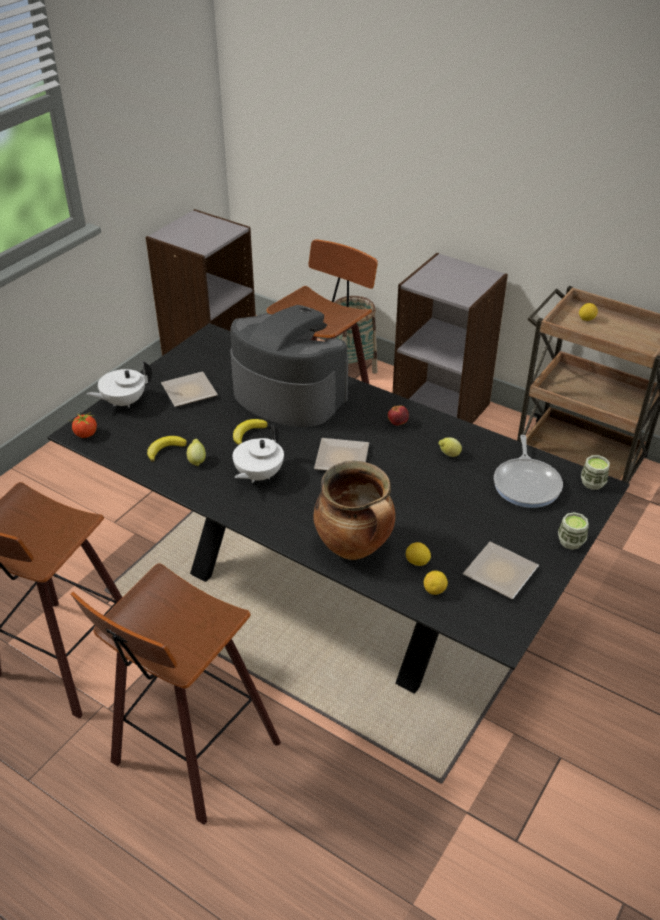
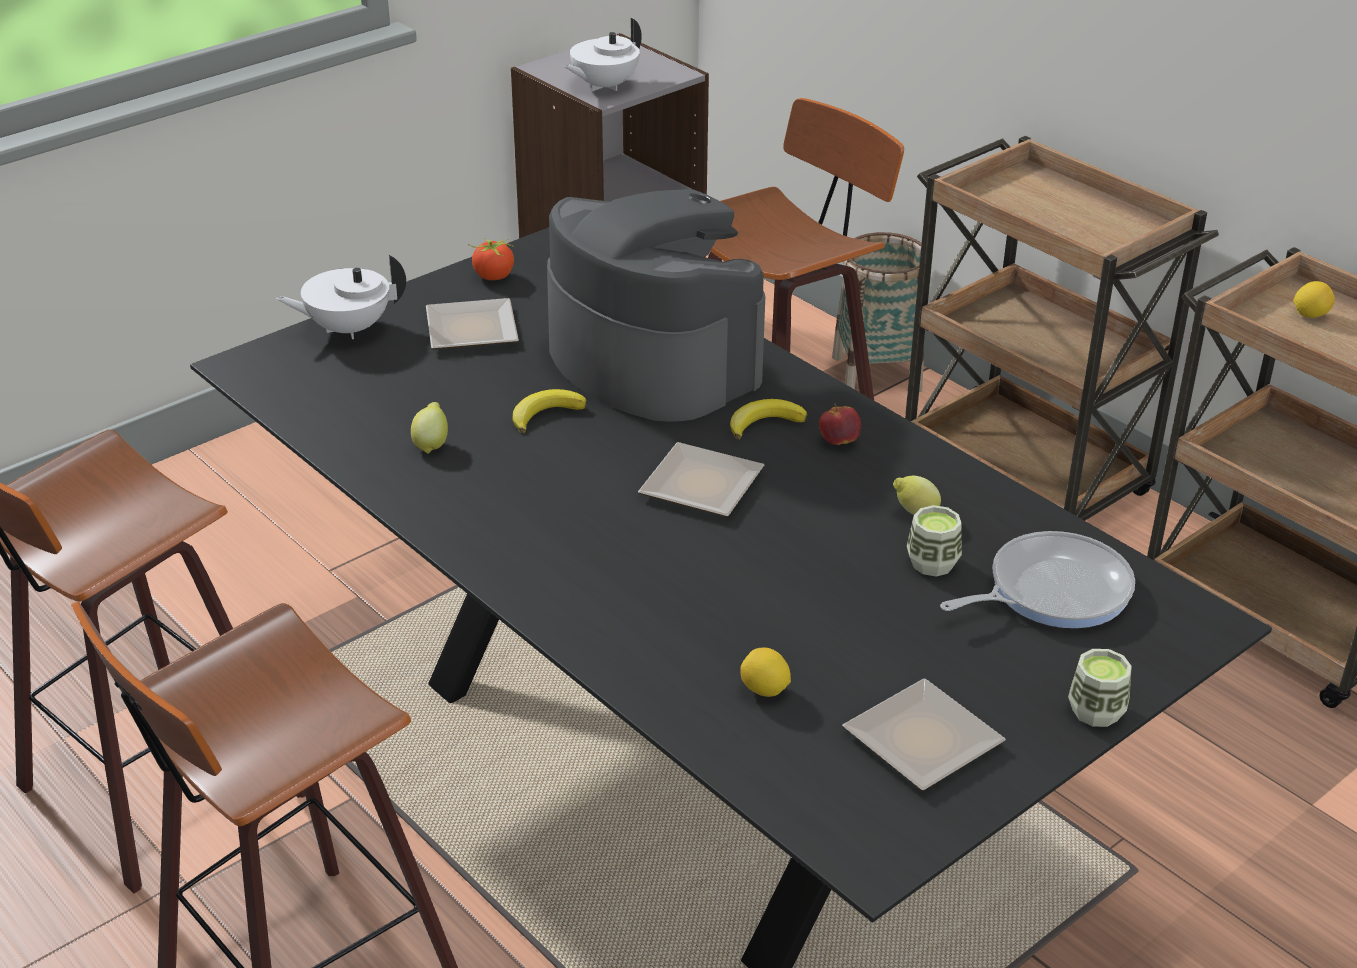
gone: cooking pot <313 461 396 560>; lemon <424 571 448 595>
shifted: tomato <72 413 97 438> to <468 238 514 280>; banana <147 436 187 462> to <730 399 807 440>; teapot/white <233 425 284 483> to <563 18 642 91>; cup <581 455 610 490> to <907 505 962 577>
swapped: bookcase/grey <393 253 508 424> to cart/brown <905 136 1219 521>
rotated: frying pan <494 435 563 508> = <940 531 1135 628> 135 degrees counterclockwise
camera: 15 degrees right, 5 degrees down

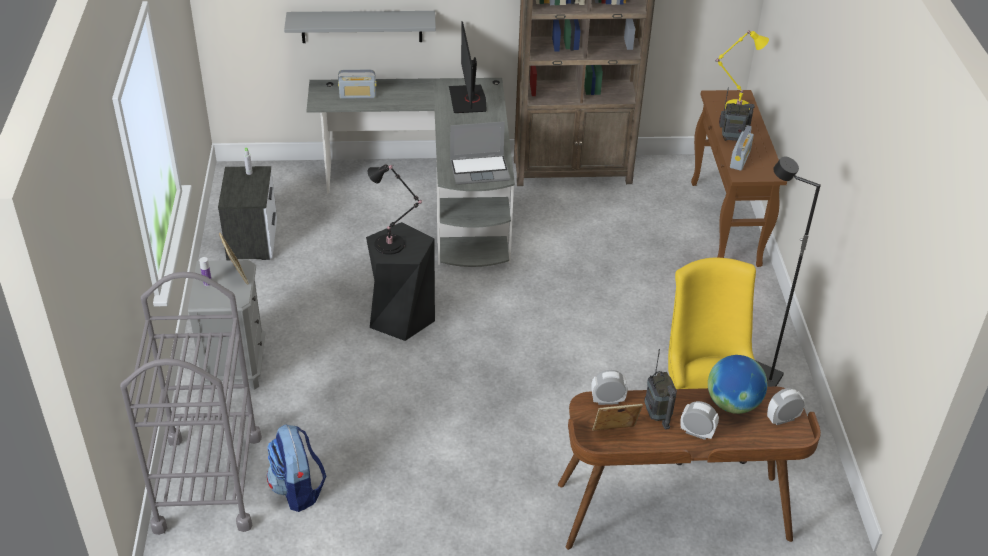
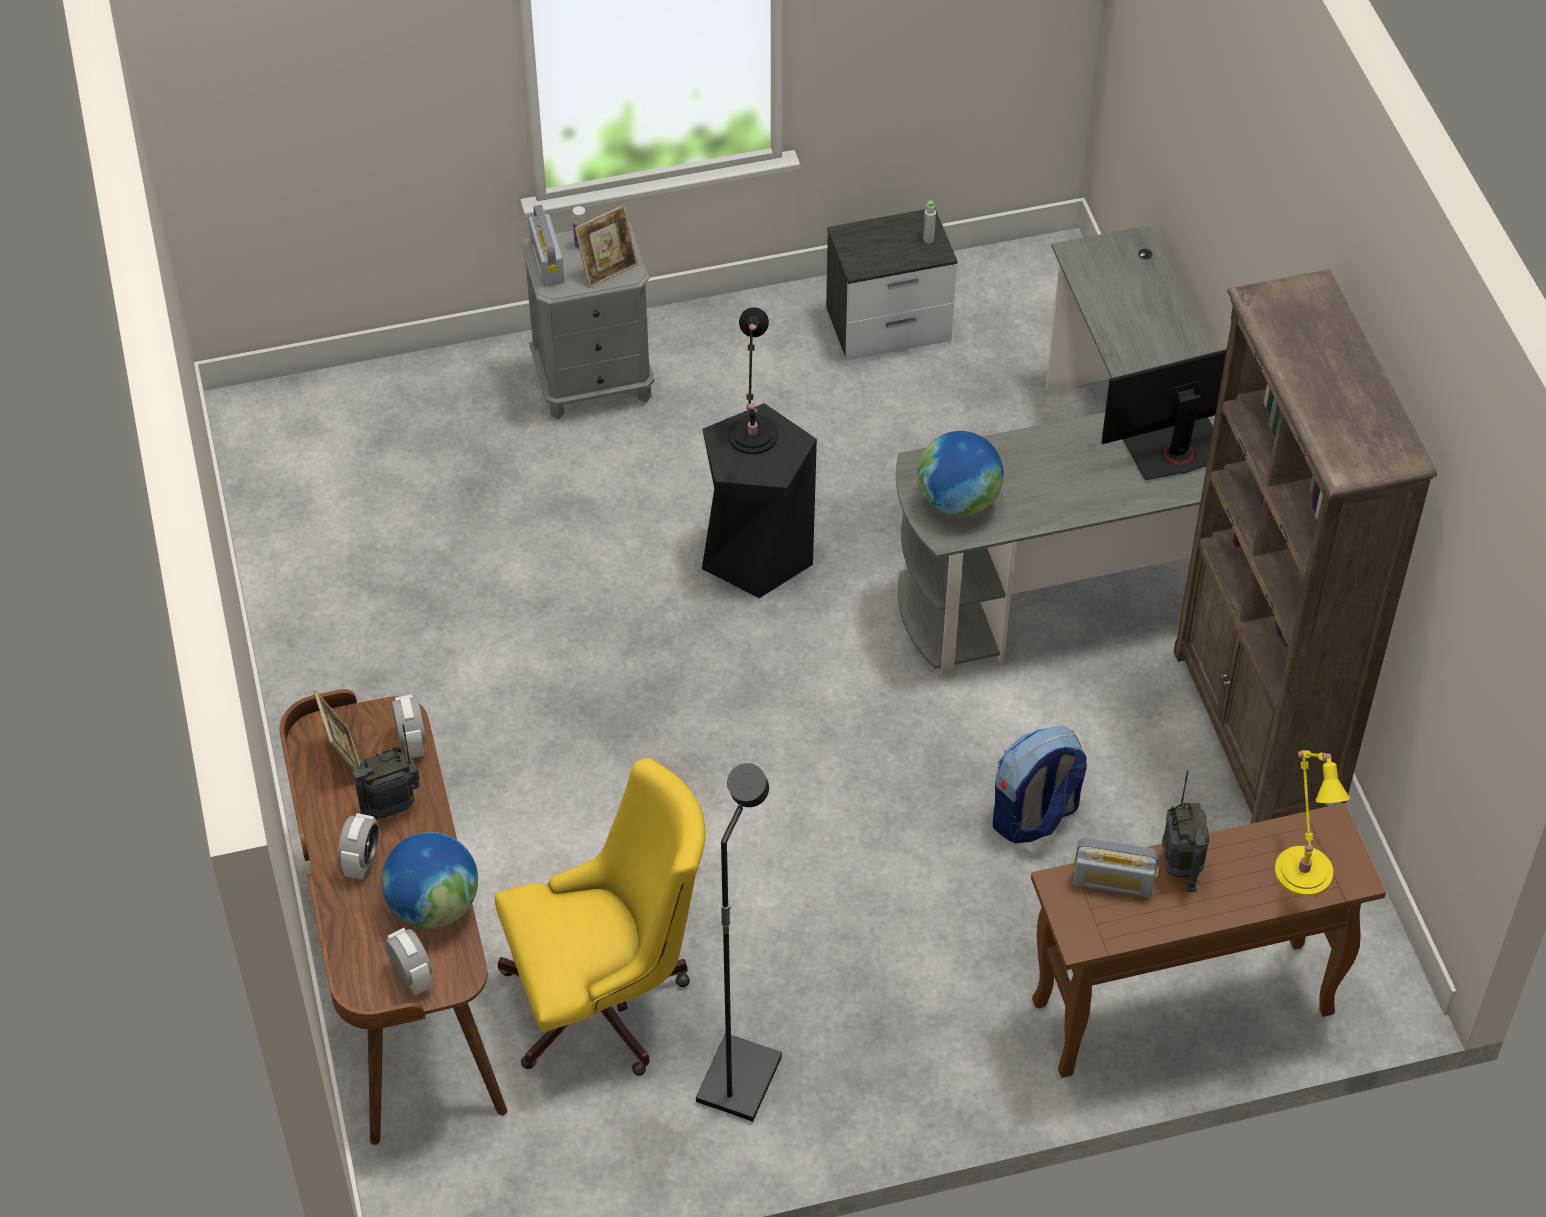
gone: cart/grey <120 272 262 535>; shelf/grey <284 11 436 43>
shifted: backpack <267 424 326 512> to <993 726 1087 844>; radio <338 70 376 99> to <528 205 564 286>
swapped: laptop <450 121 510 185> to globe <917 431 1004 517>
camera: 80 degrees right, 10 degrees up

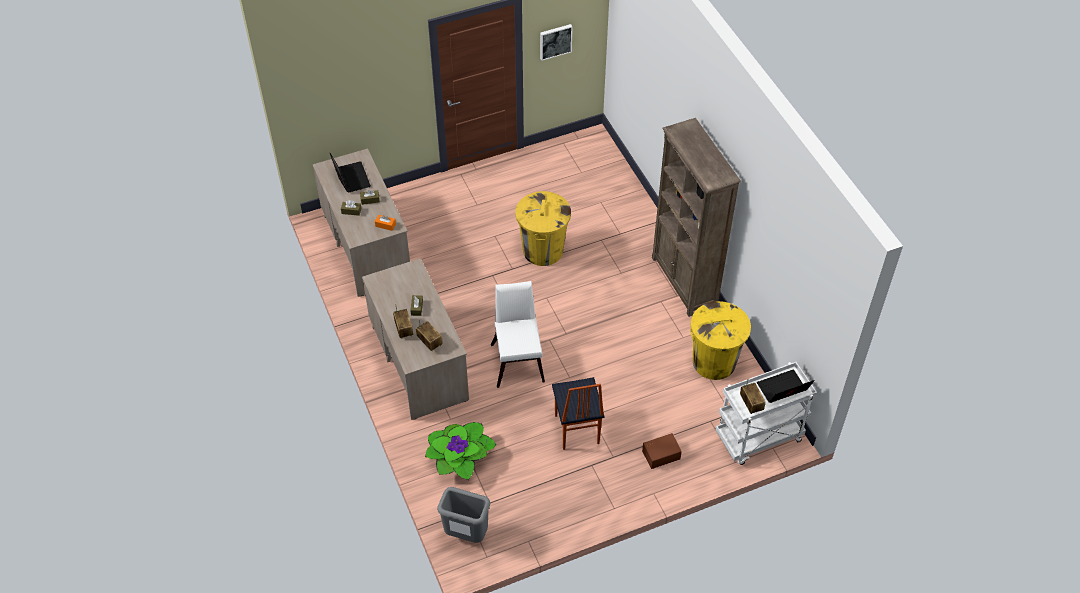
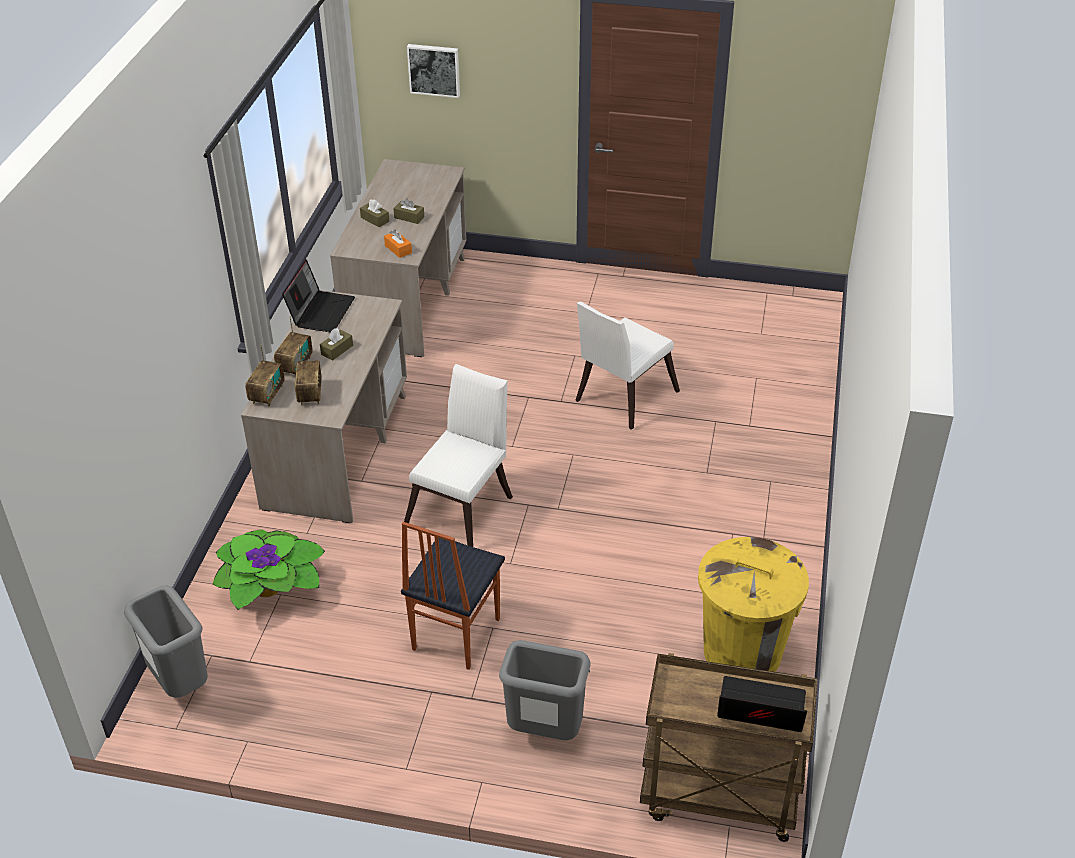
gone: bookcase/brown <652 118 741 317>
shifted: laptop <330 153 371 192> to <282 259 355 333>; picture <540 24 573 61> to <407 44 460 98>; radio <740 380 766 414> to <245 344 285 407>
swapped: trash can/yellow <515 191 571 266> to chair/white <575 301 680 430>; storage box/brown <642 433 682 469> to trash can/grey <499 640 590 740>
repainted: cart/white <715 362 817 465> to cart/brown <640 653 818 842>
camera: 35 degrees right, 10 degrees down

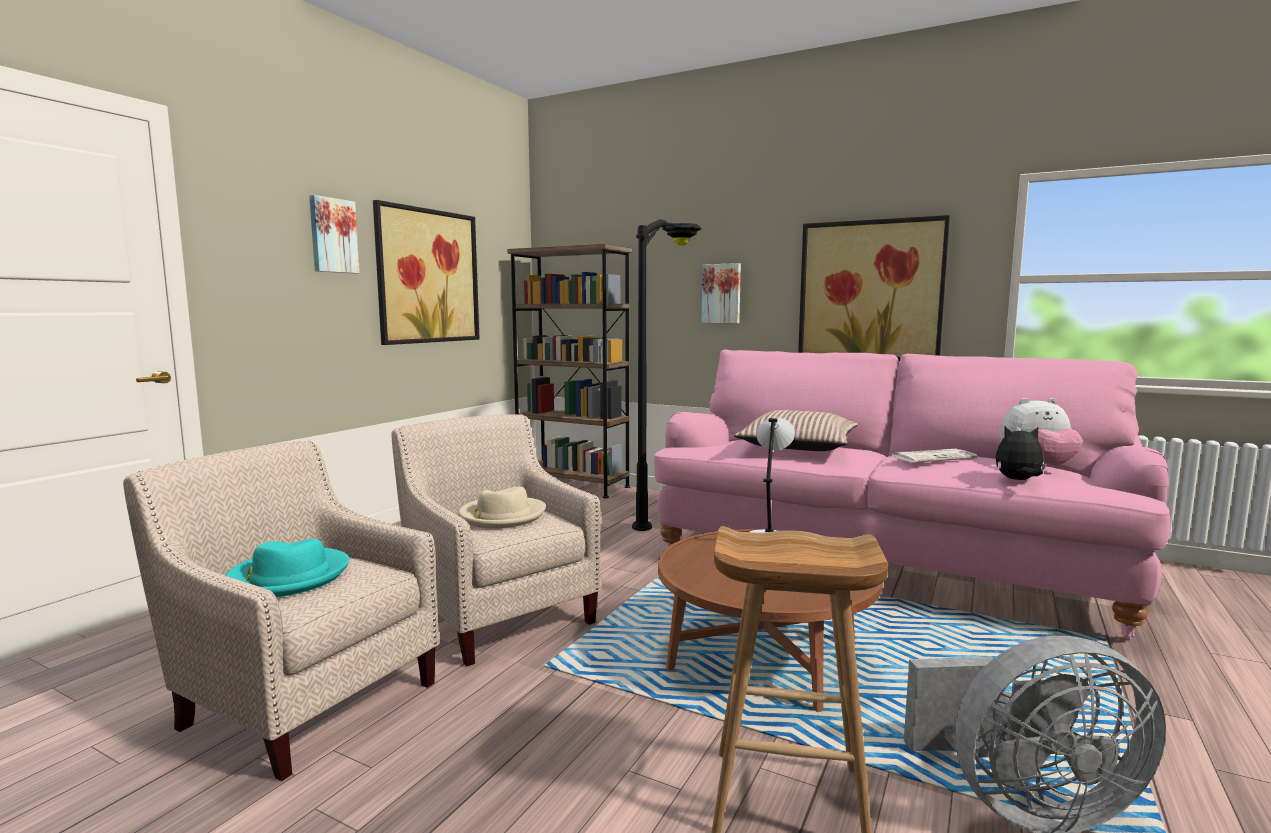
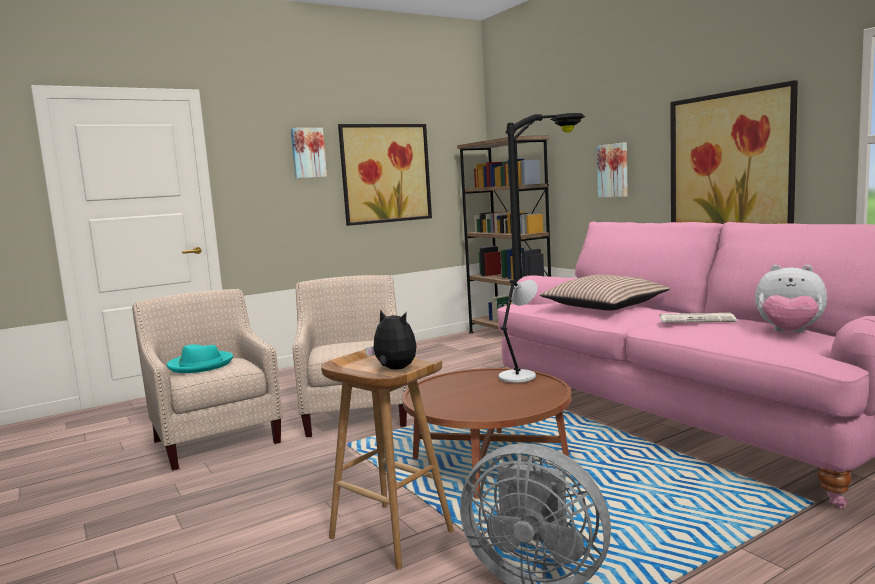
gone: hat/beige <459 487 546 528>
shifted: plush toy <995 426 1043 480> to <366 310 416 370>
camera: 30 degrees right, 0 degrees up

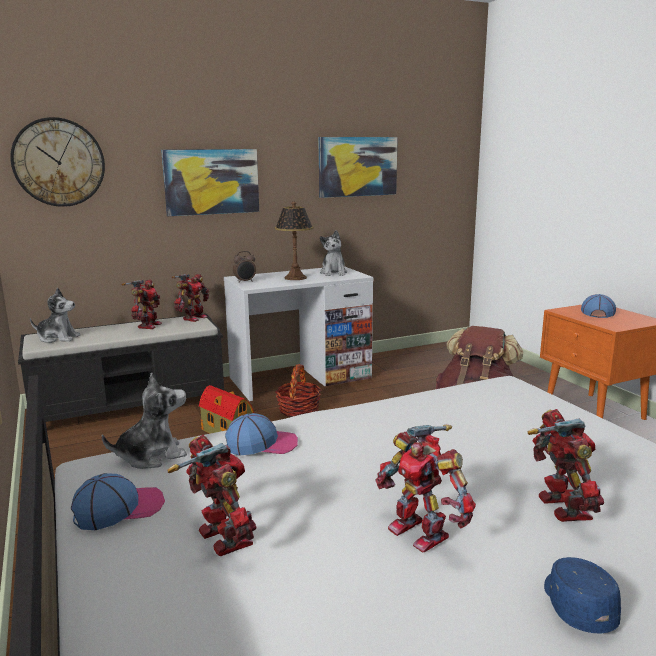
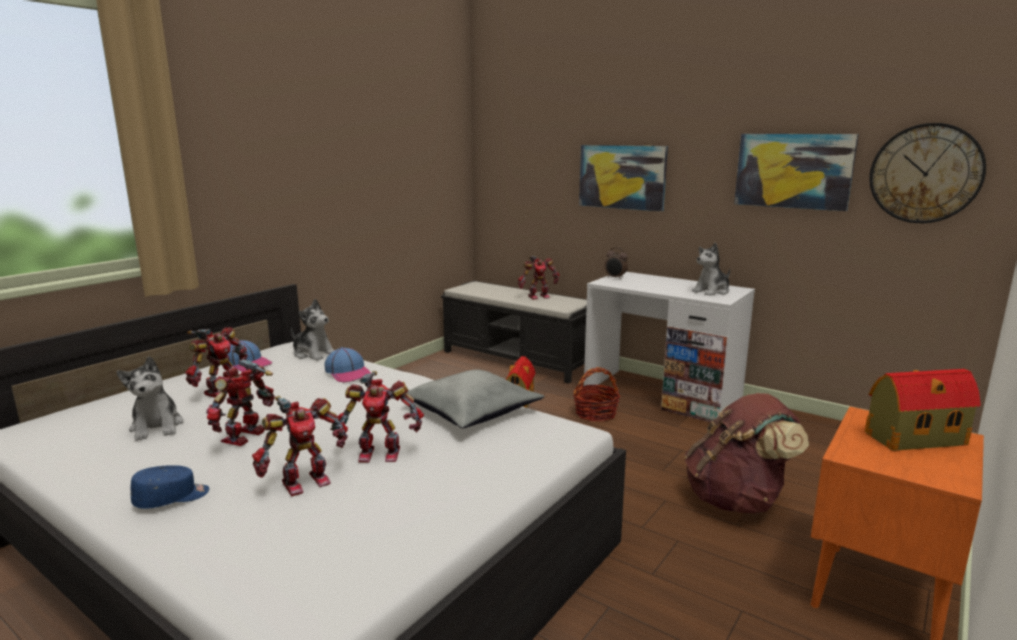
gone: table lamp <275 202 314 280>
new: pillow/grey <407 369 545 428>
shifted: wall clock <10 117 105 207> to <869 123 986 223>; plush toy <30 288 80 343> to <117 357 183 441>; toy robot <172 274 209 322> to <336 371 424 463>
swapped: cap <581 294 616 318> to toy house <865 369 981 451>
camera: 60 degrees right, 0 degrees up

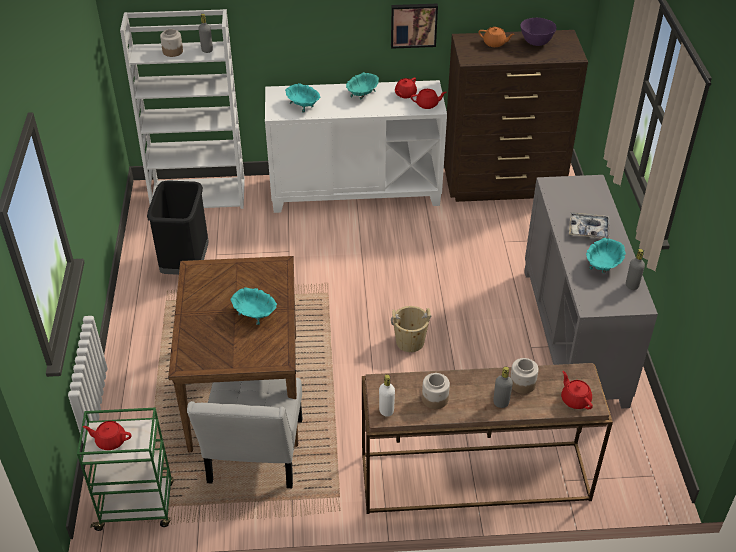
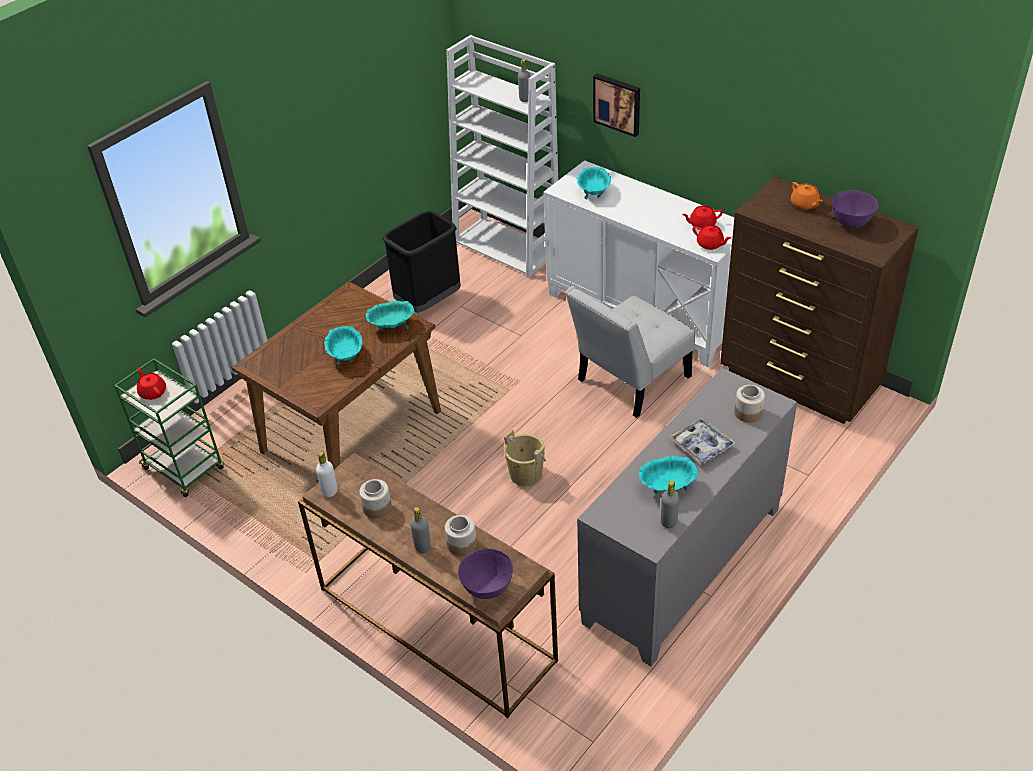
shifted: jar <160 29 183 57> to <734 385 765 423>; chair/white <187 378 303 488> to <565 286 695 418>; bowl/turquoise <346 72 379 99> to <366 301 415 331>; picture <391 4 438 49> to <593 74 640 137>
swapped: teapot/red <561 371 593 409> to bowl/purple <458 549 513 599>
camera: 45 degrees right, 0 degrees up

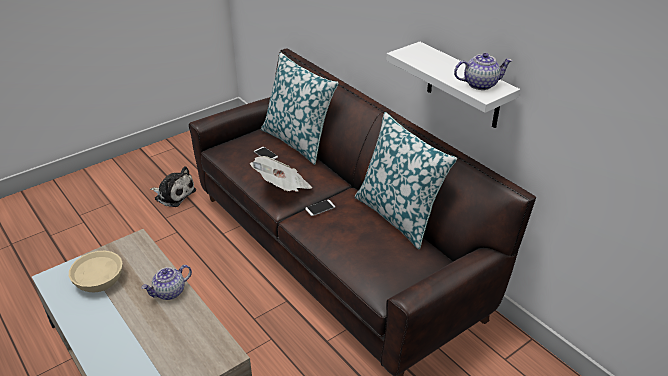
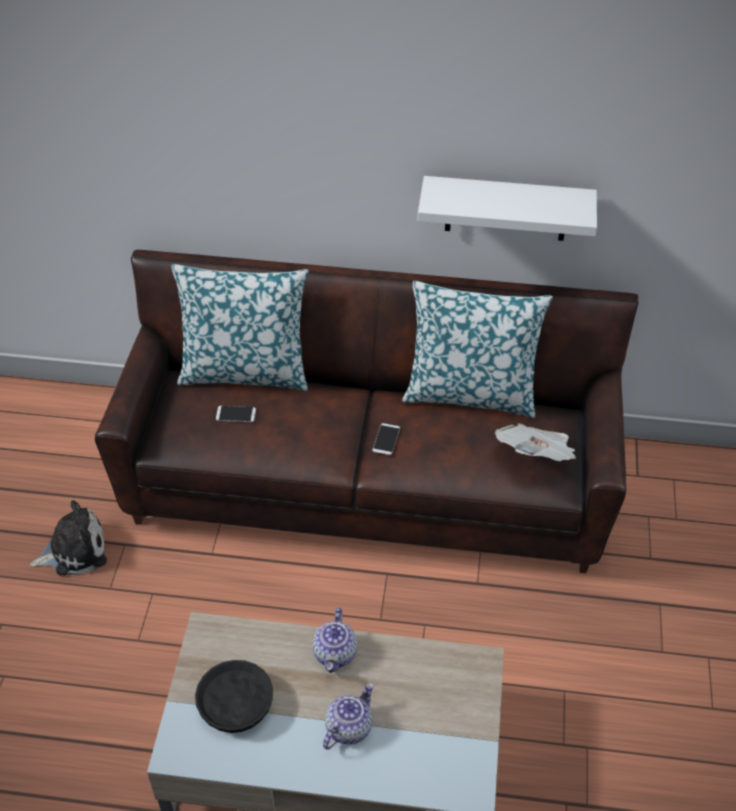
shifted: newspaper <250 156 312 192> to <495 423 576 461>; teapot <454 53 513 90> to <323 683 374 750>
repainted: bowl/beige <69 251 123 293> to bowl/black <195 660 273 733>
camera: 45 degrees left, 10 degrees up

